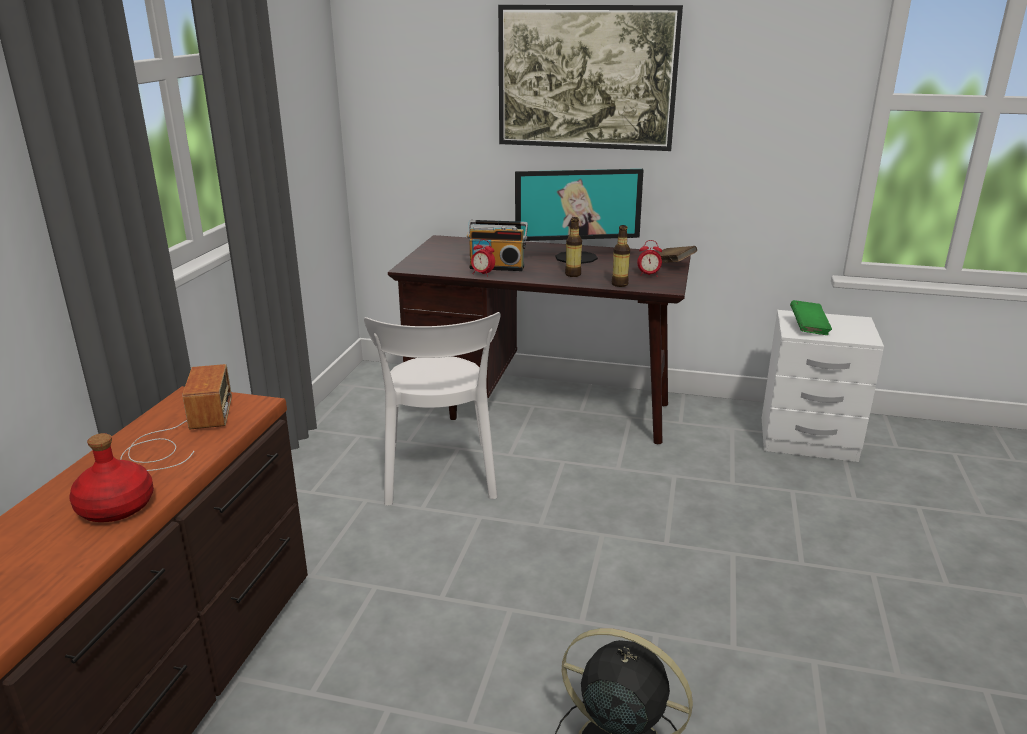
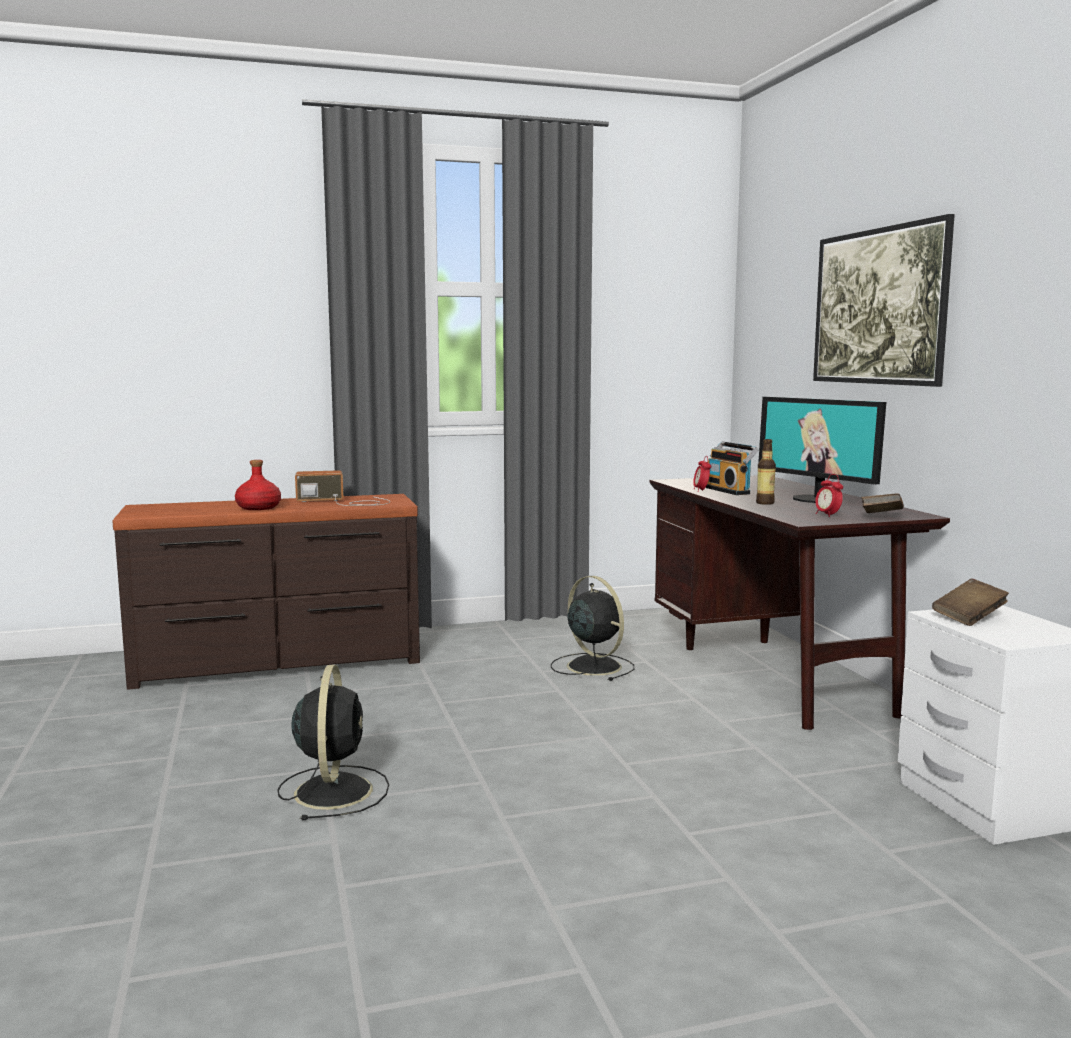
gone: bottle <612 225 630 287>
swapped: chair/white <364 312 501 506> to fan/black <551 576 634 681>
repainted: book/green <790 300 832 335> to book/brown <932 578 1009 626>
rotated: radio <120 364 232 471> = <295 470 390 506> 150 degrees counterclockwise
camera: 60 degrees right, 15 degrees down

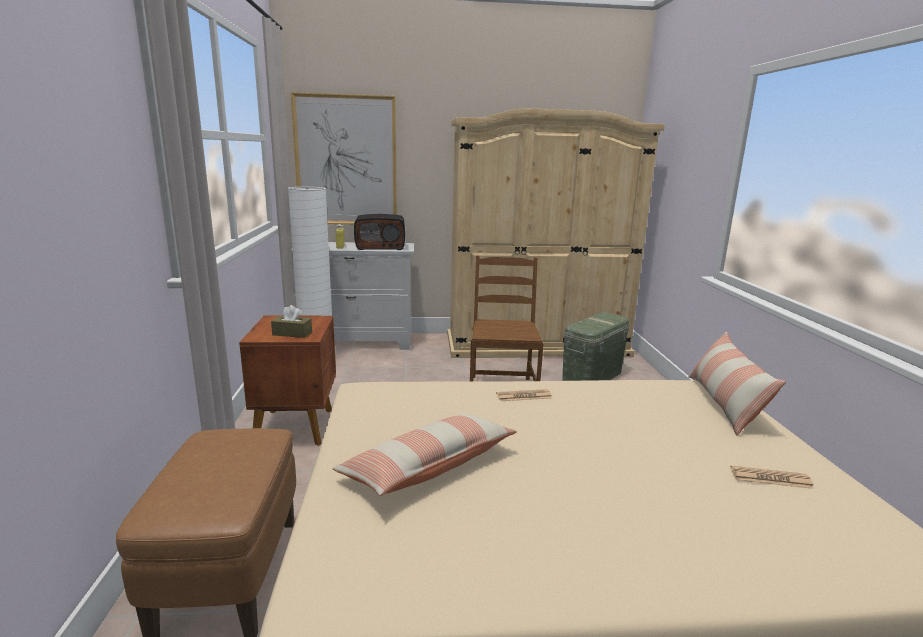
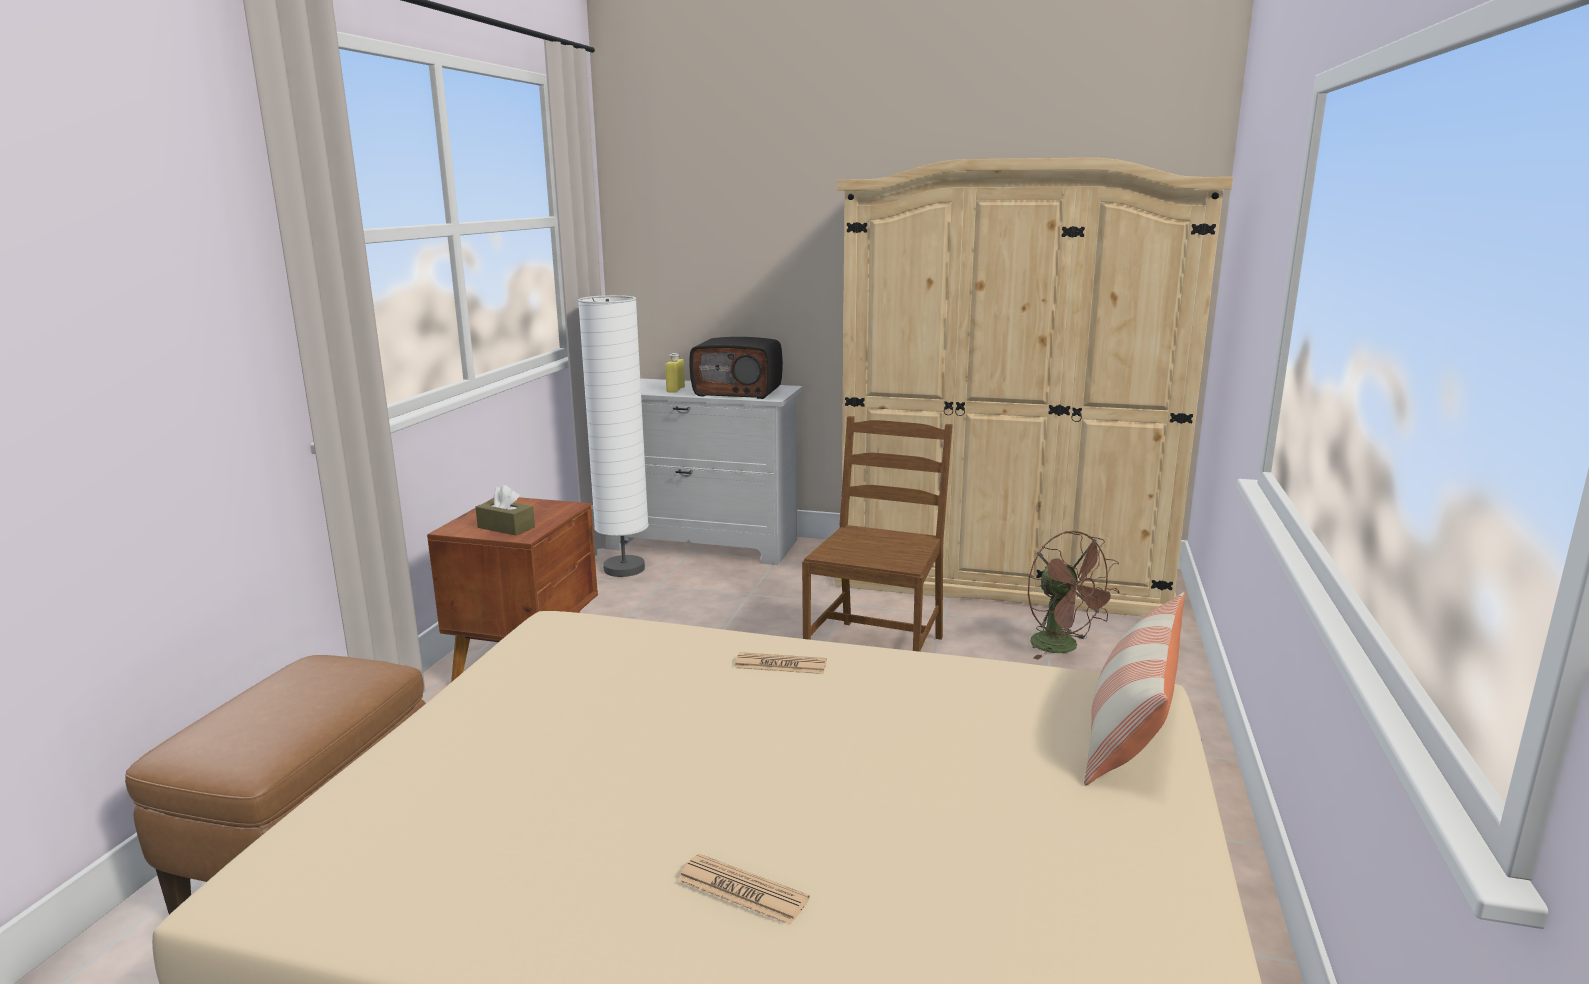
gone: picture <291 92 397 224>; pillow <332 414 517 496>
shifted: newspaper <730 466 814 489> to <678 854 810 925>
swapped: storage box/green <562 312 630 381> to fan/brown <1028 531 1120 660>
camera: 20 degrees right, 0 degrees up

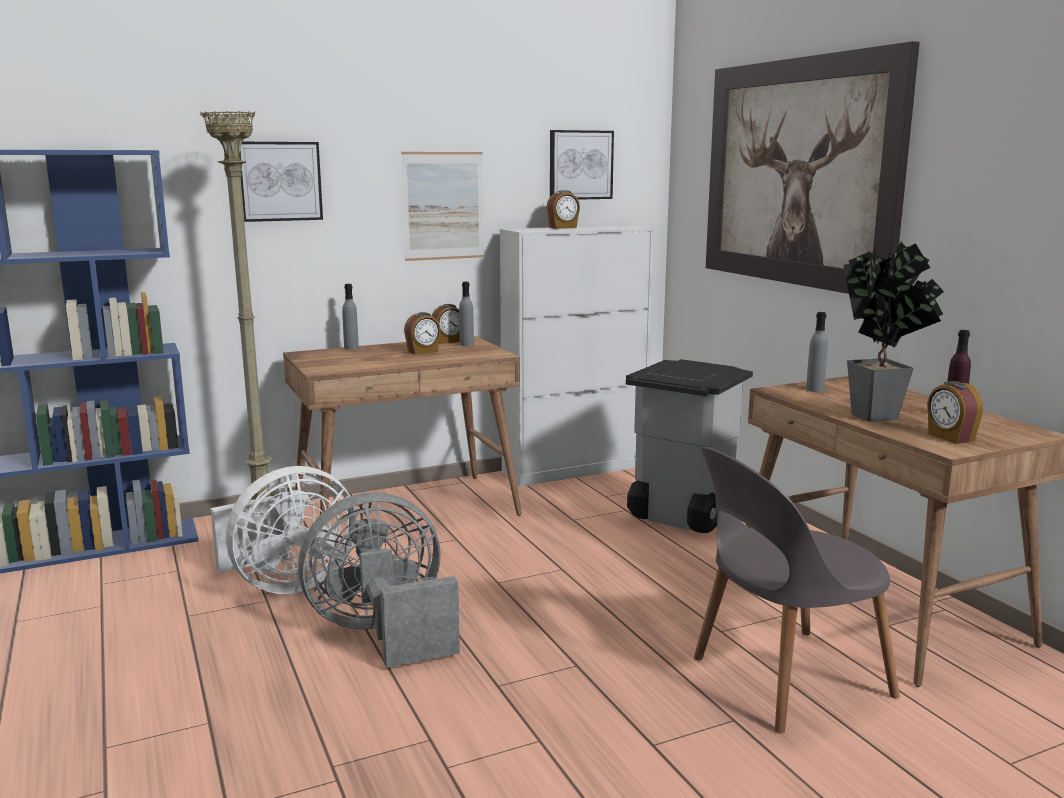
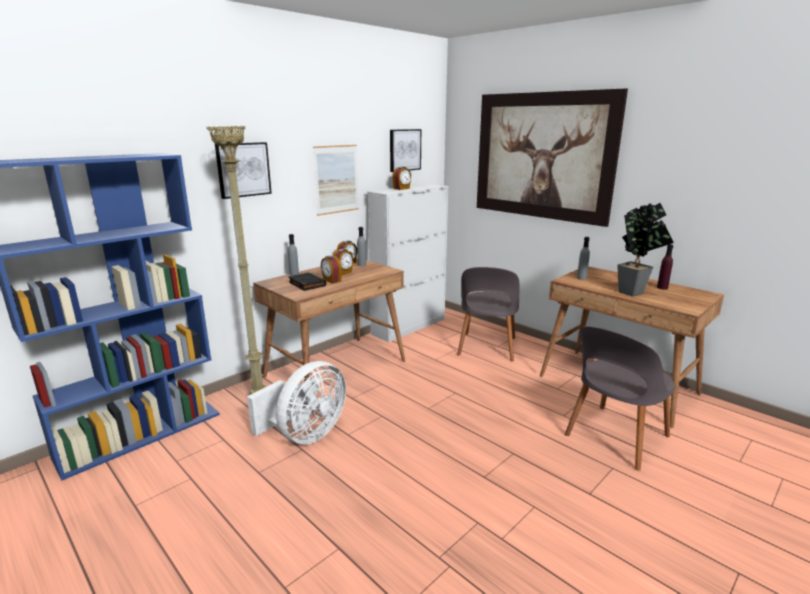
gone: fan/grey <298 492 460 667>
new: book/black <288 273 326 291>
shifted: alarm clock <927 381 983 444> to <321 255 342 284>
swapped: trash can/grey <626 359 753 533> to chair/grey <457 267 520 361>
camera: 20 degrees left, 5 degrees up

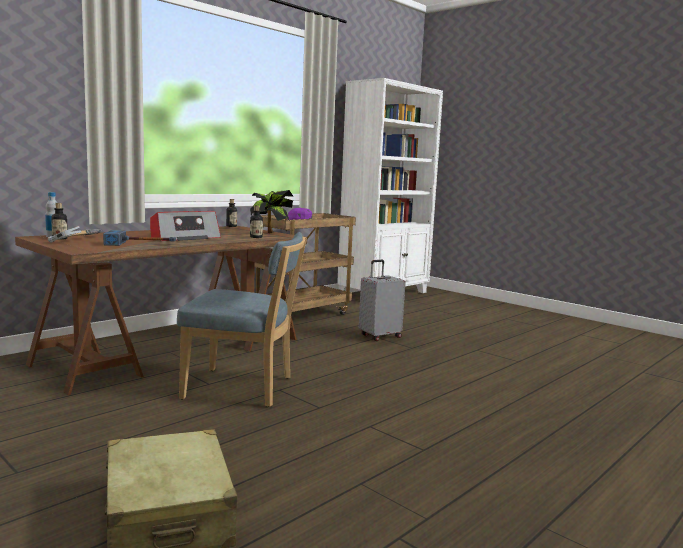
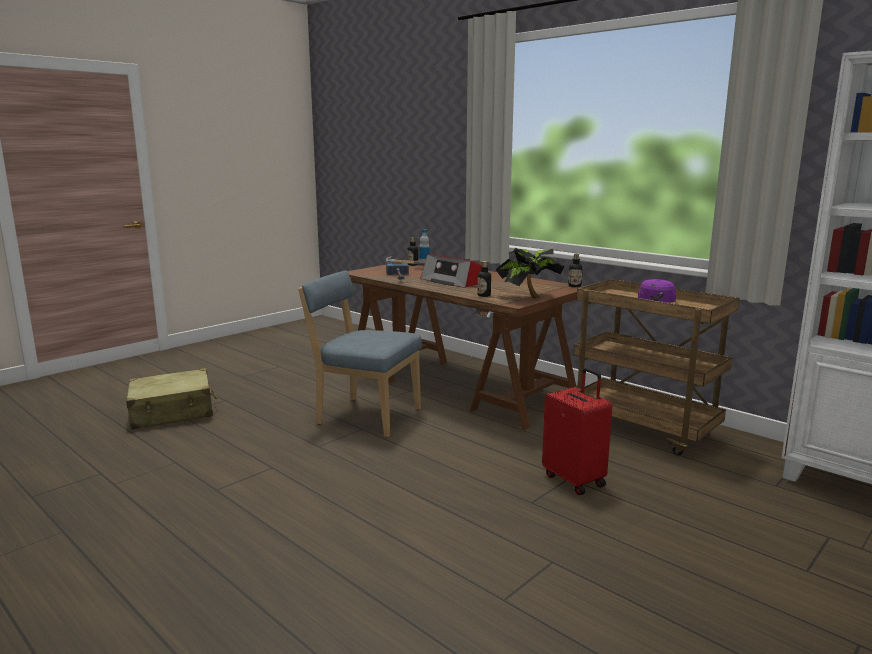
repainted: suitcase/grey <359 260 405 341> to suitcase/red <542 368 612 495>
rotated: chair/blue <177 232 307 407> = <298 270 422 438> 105 degrees clockwise
camera: 90 degrees right, 5 degrees up

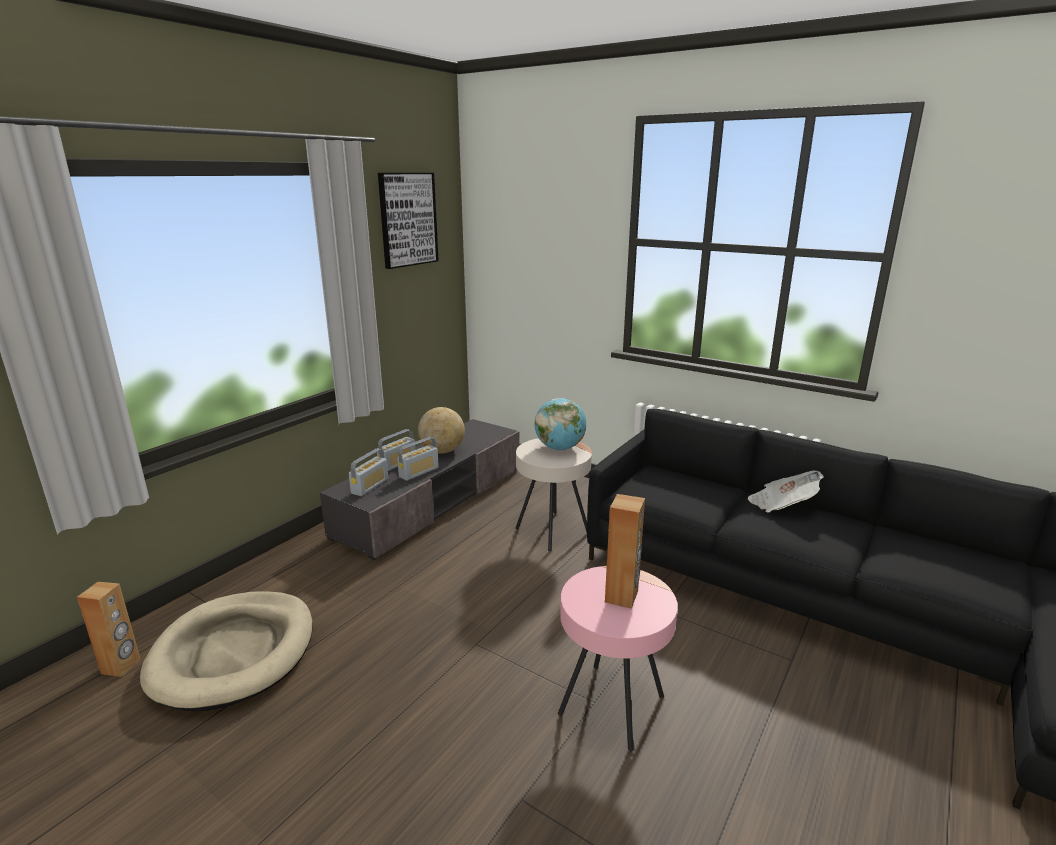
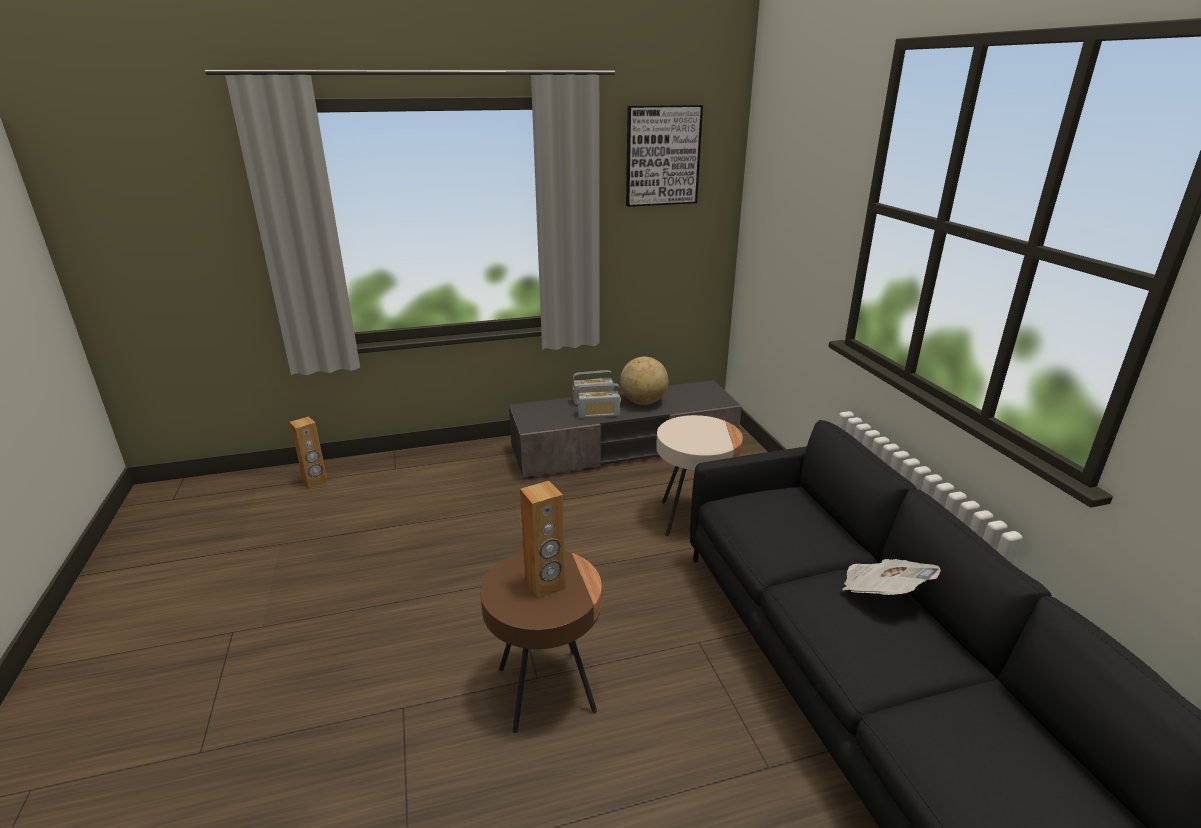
gone: dog bed/beige <140 591 313 712>; radio <349 449 388 496>; globe <535 398 586 450>
repainted: side table/pink <558 566 678 751> to side table/brown <480 551 602 733>
camera: 40 degrees right, 5 degrees up

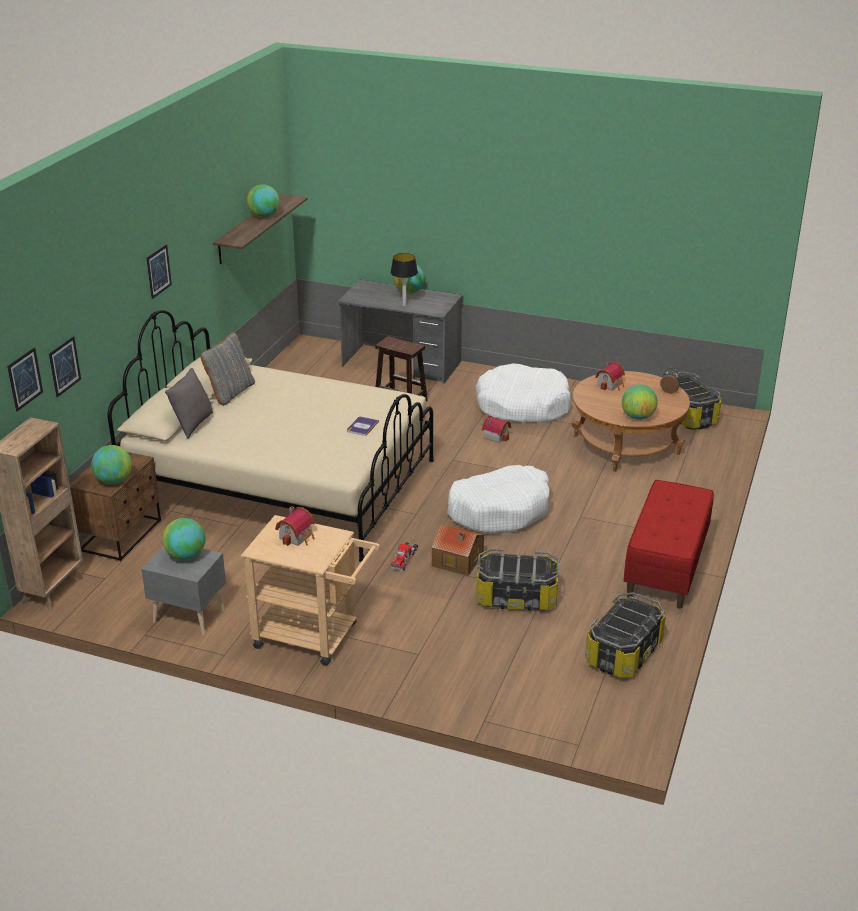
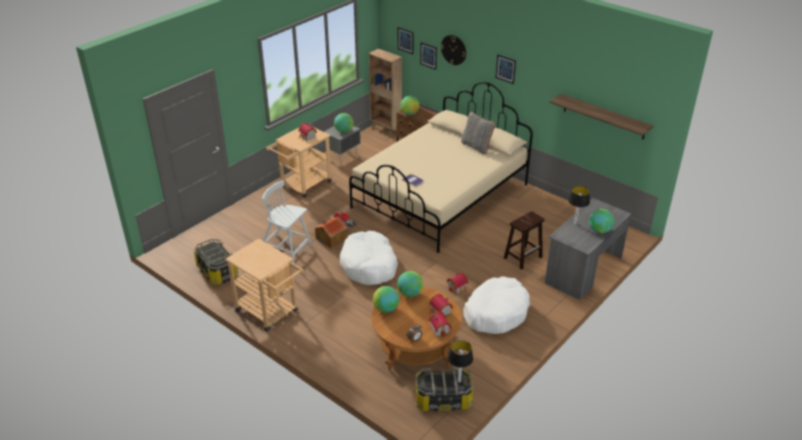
gone: pillow/grey <165 368 213 439>
new: toy house <429 312 452 338>; wall clock <440 35 466 65>; table lamp <448 340 473 382>
shifted: globe <247 184 280 218> to <397 271 423 297>
swapped: storage box <476 548 559 611> to chair/white <262 180 312 264>; bench/red <623 480 714 609> to cart/beige <225 238 304 332>
camera: 110 degrees right, 5 degrees up

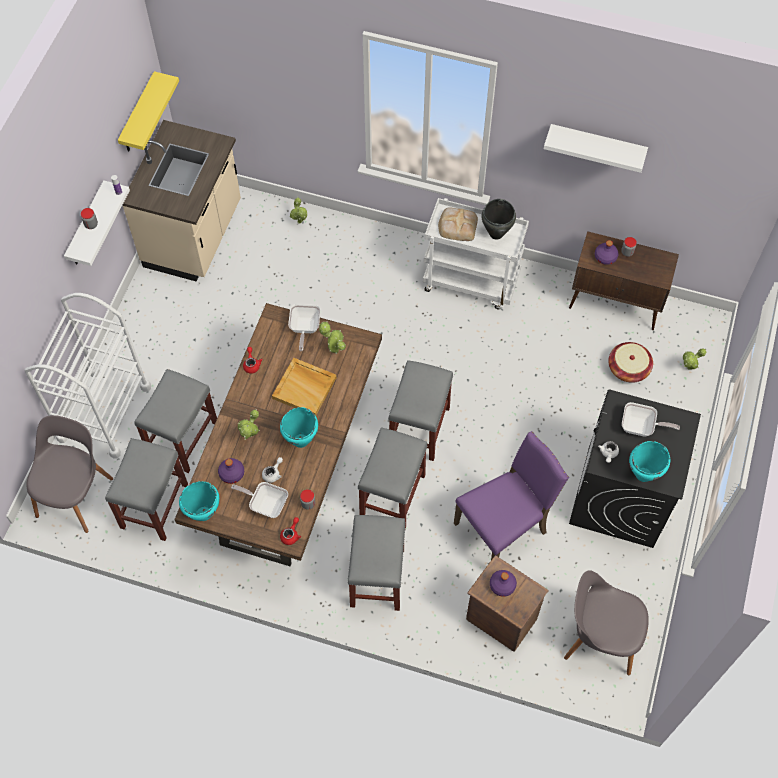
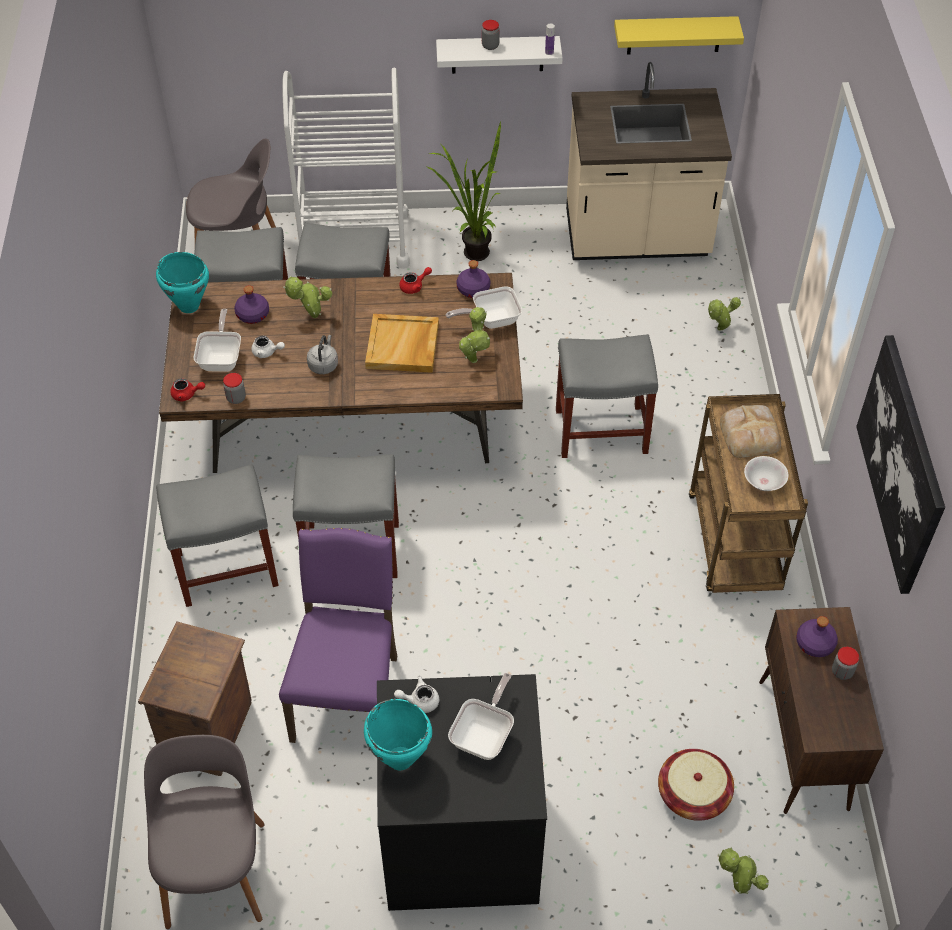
new: potted plant <427 122 501 261>
shifted: stool/grey <388 360 453 461> to <556 334 658 458>; bottle/purple <490 570 517 597> to <457 260 490 298>
swapped: cooking pot/turquoise <280 407 318 448> to kettle/grey <307 335 338 374>; cooking pot/black <481 199 516 240> to bowl/white <744 456 788 491>; shelf/white <544 124 648 173> to picture <856 335 945 594>
repainted: cart/white <423 198 529 310> to cart/brown <689 394 808 593>
rotated: chair/purple <454 431 569 560> = <279 528 397 743> 120 degrees counterclockwise; frying pan <622 402 680 437> = <448 673 514 760> 150 degrees counterclockwise
camera: 70 degrees right, 10 degrees down

